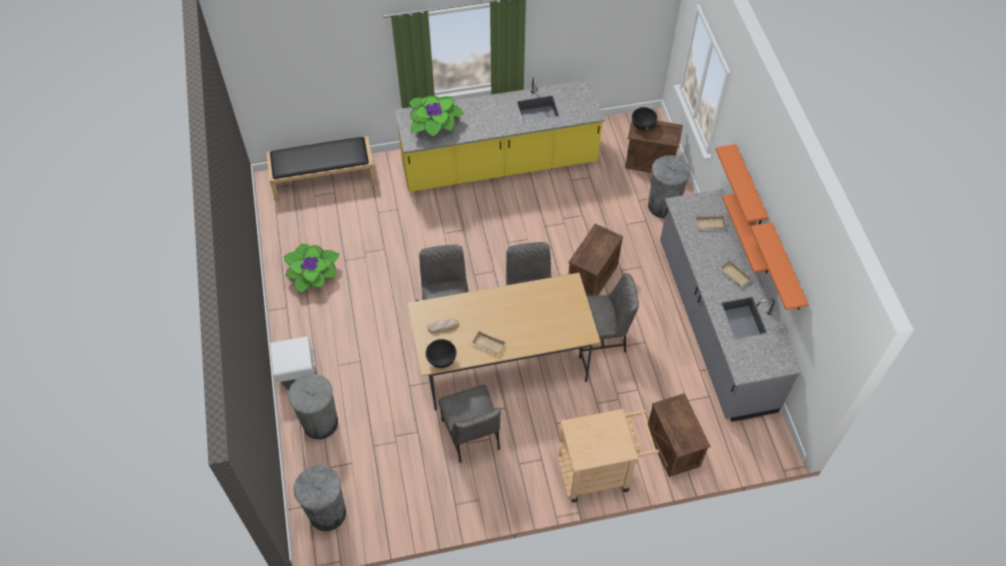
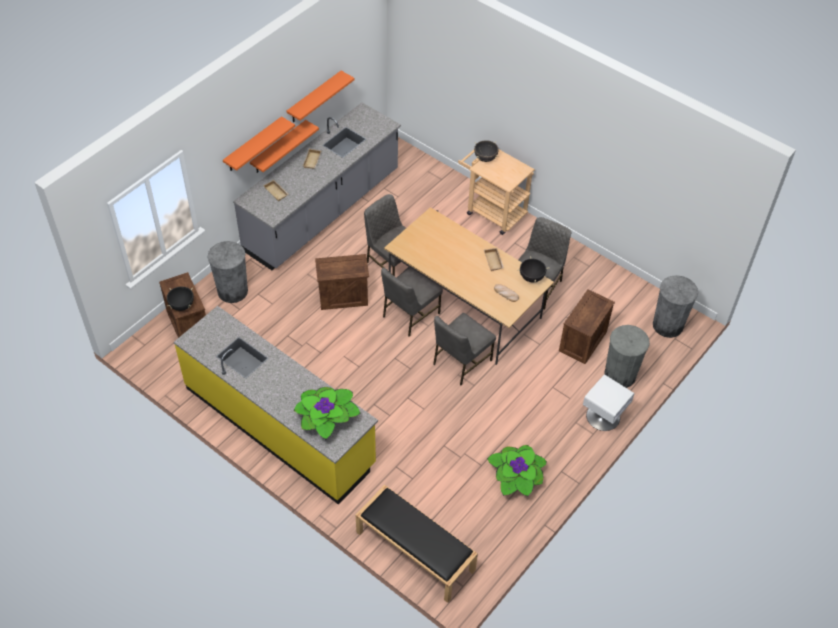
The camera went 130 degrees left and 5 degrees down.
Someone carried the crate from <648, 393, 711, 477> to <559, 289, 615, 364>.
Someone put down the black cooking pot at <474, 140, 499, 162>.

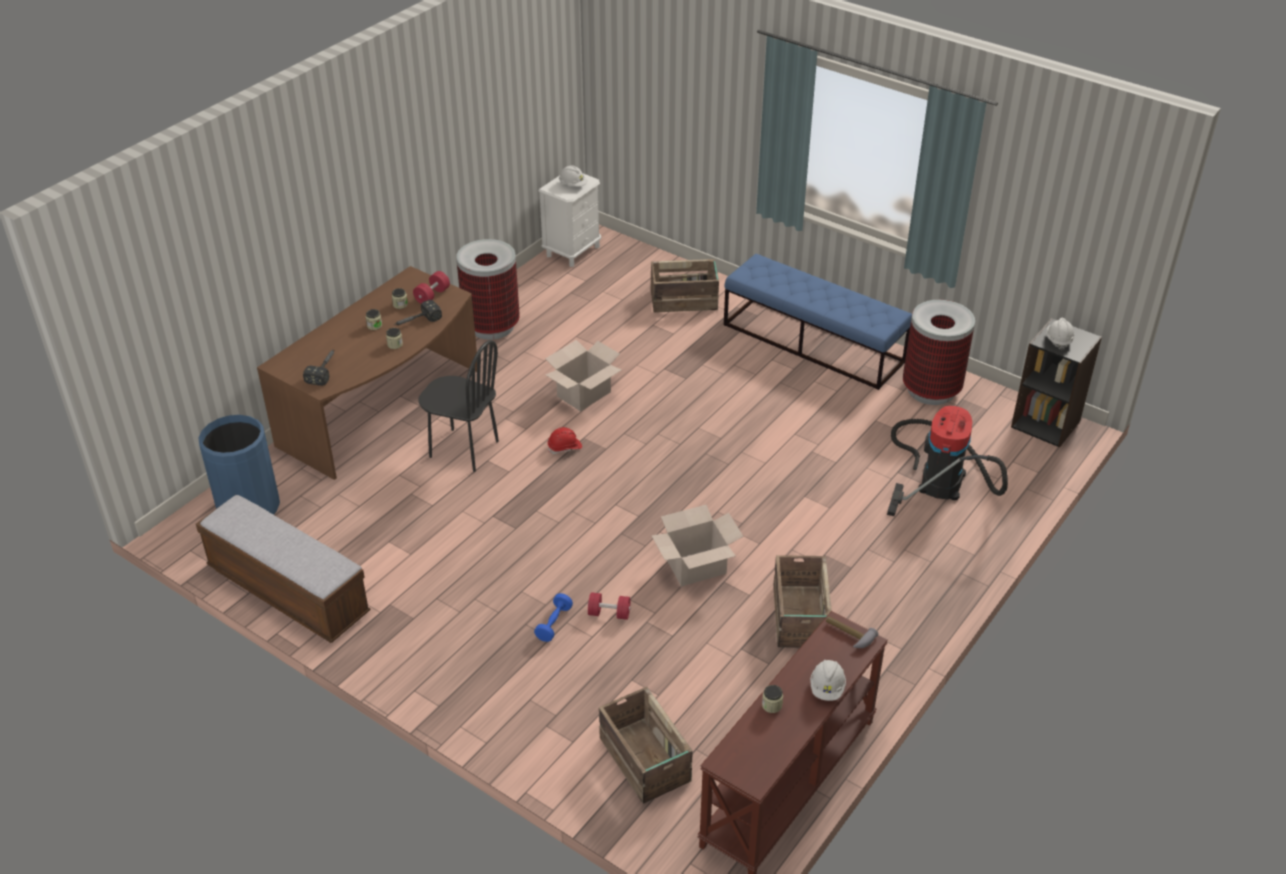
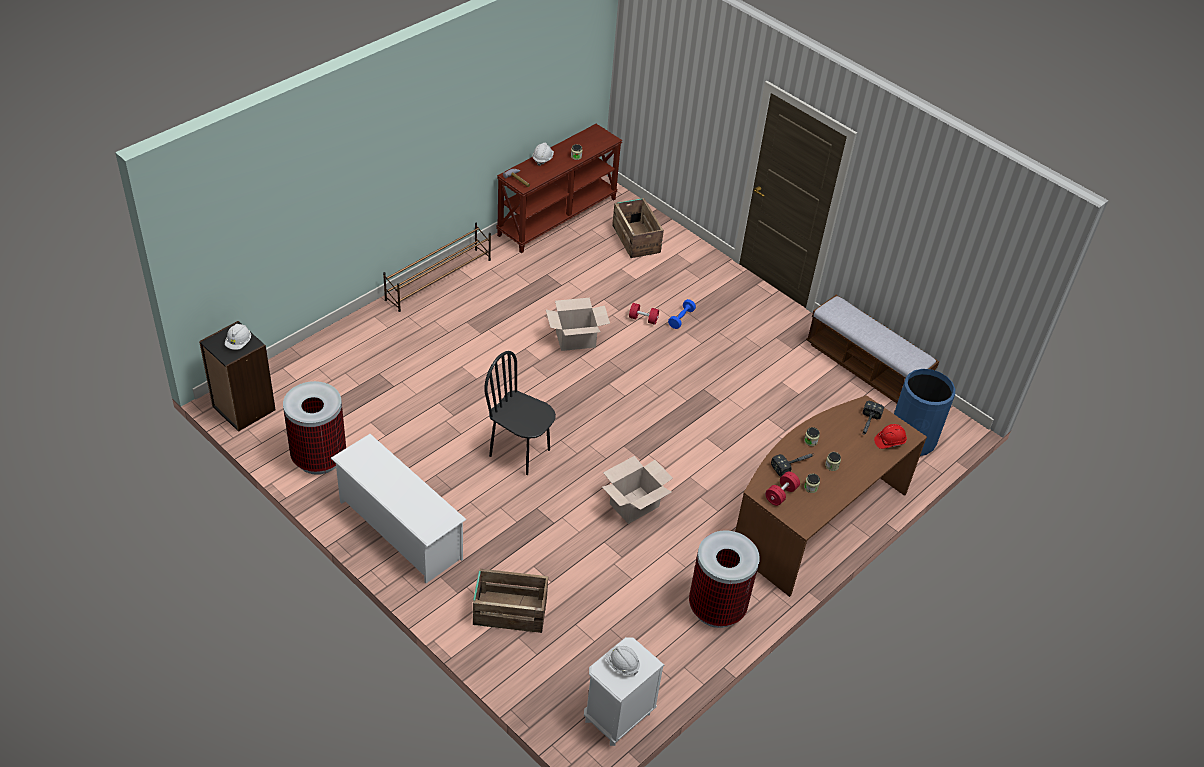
The camera went 175 degrees left and 5 degrees up.
Someone swapped the blue bench at <724, 254, 912, 390> for the white shoe rack at <331, 434, 466, 583>.
Someone carried the black chair from <418, 340, 499, 472> to <484, 351, 556, 475>.
Someone took away the vacuum cleaner at <887, 406, 1008, 516>.
Someone carried the red hard hat from <548, 427, 582, 454> to <874, 424, 907, 449>.
Someone took away the crate at <773, 555, 832, 648>.
Someone put down the brown shoe rack at <383, 223, 491, 312>.

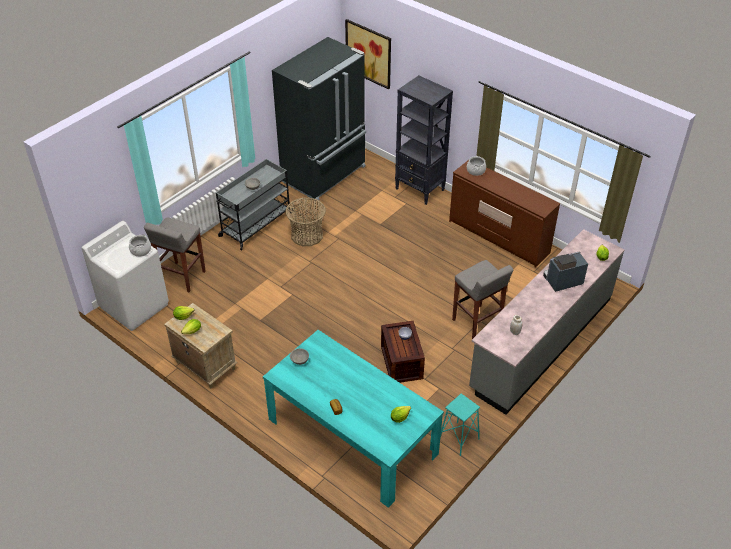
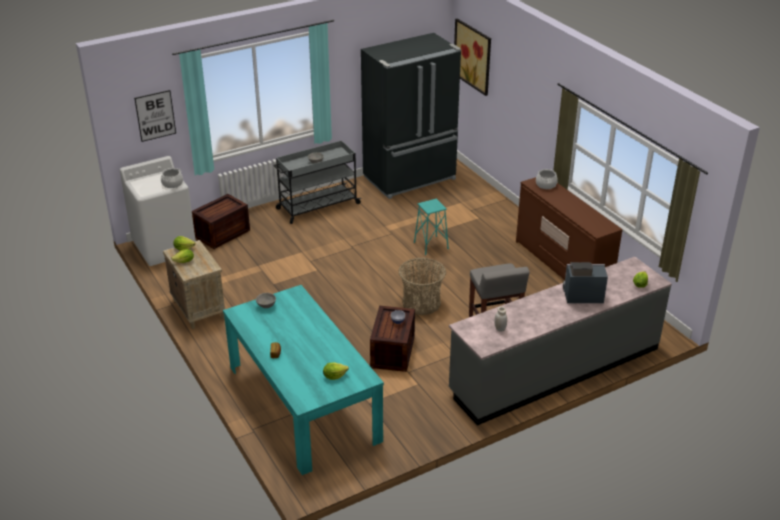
The camera went 20 degrees right and 10 degrees down.
Someone took away the black bookcase at <395, 75, 453, 205>.
Someone carried the basket from <286, 198, 326, 246> to <399, 257, 446, 315>.
Someone swapped the grey stool at <144, 217, 206, 292> for the crate at <192, 194, 250, 249>.
Someone carried the turquoise stool from <440, 393, 480, 456> to <414, 198, 449, 255>.
Someone put up the picture at <134, 90, 176, 142>.

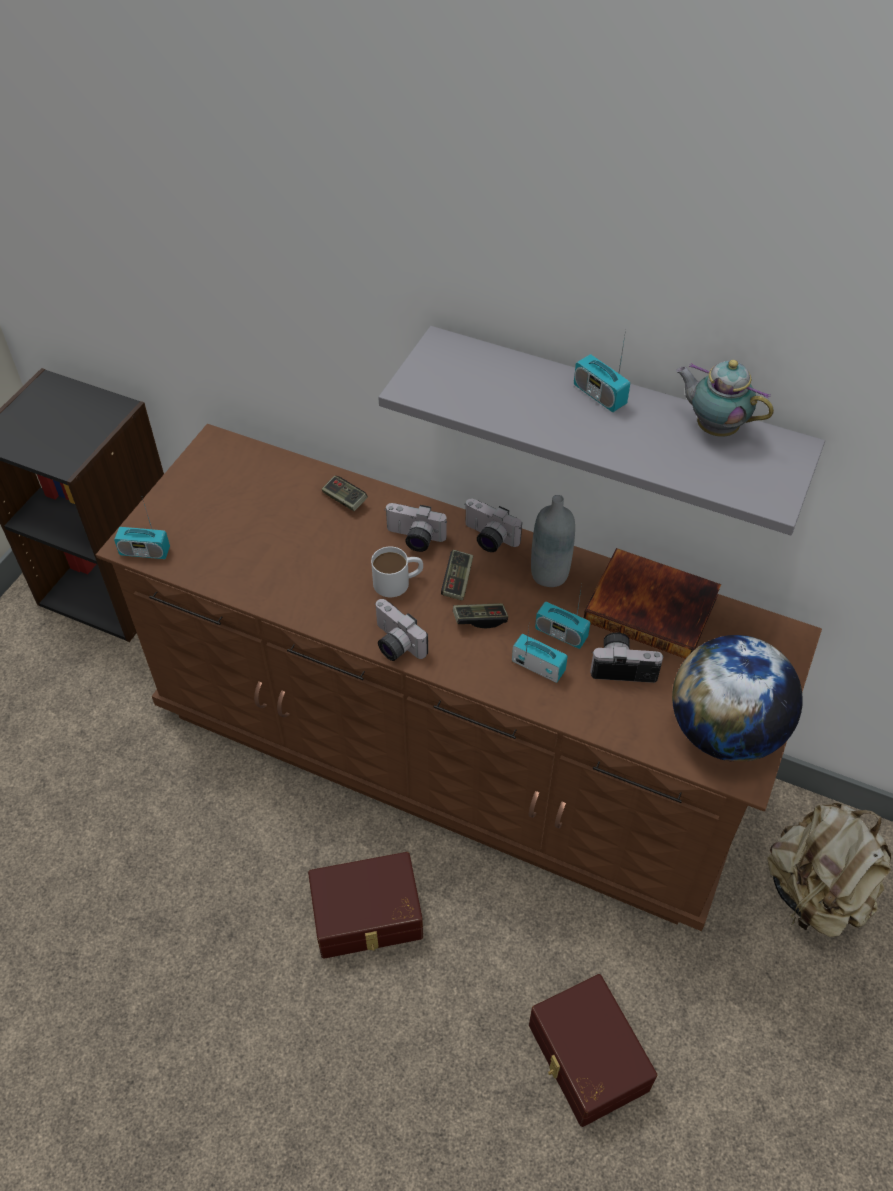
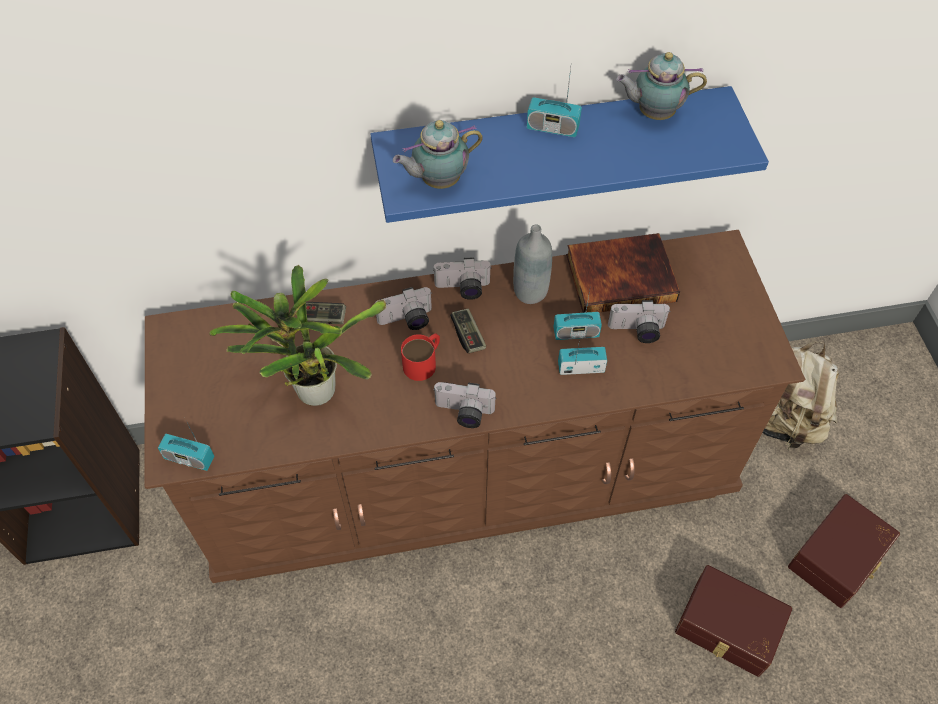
The camera went 35 degrees left and 5 degrees up.
Someone repainted the grey shelf at <378, 326, 825, 535>, which became the blue shelf at <370, 86, 769, 223>.
Someone rotated the radio at <114, 498, 170, 559> by 45 degrees clockwise.
Someone repainted the white mug at <371, 547, 423, 597>, which became the red mug at <401, 334, 440, 381>.
Someone took away the game controller at <453, 603, 508, 629>.
Someone rotated the photo camera at <590, 632, 664, 683> by 150 degrees counterclockwise.
Someone took away the globe at <672, 635, 803, 762>.
Someone carried the brown storage box from <308, 852, 423, 959> to <788, 494, 900, 608>.
Someone put down the teapot at <393, 120, 483, 189>.
Someone put down the potted plant at <209, 264, 386, 406>.

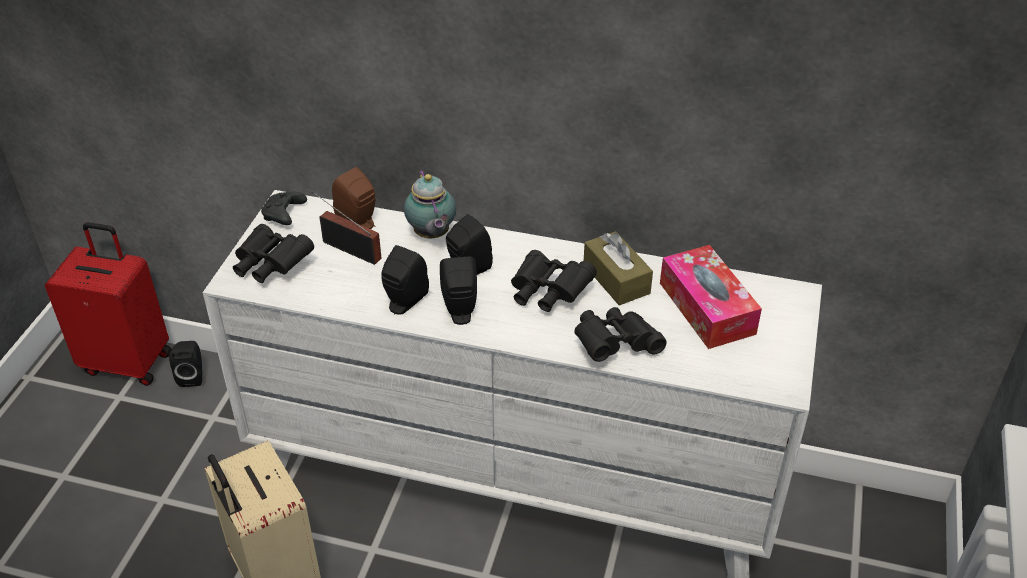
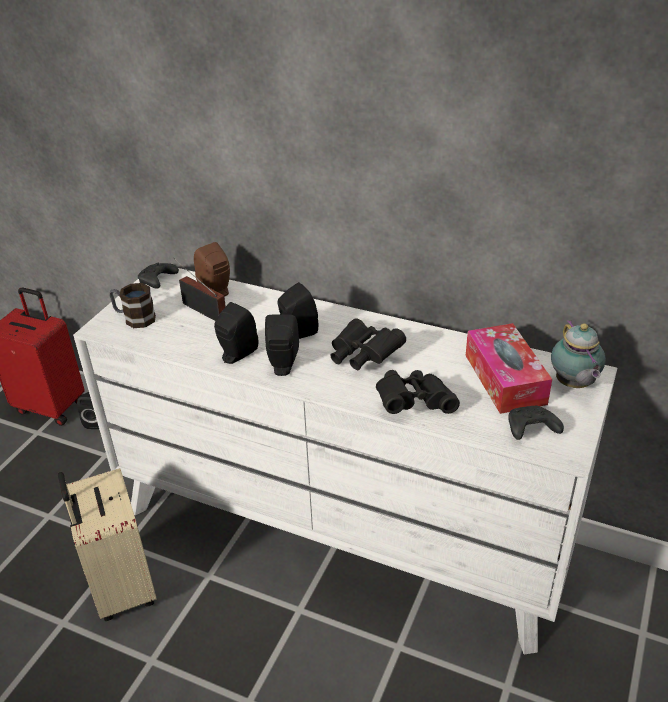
The camera went 10 degrees right and 5 degrees down.
Someone carried the teapot from <404, 170, 456, 238> to <551, 320, 606, 388>.
Someone swapped the black binoculars at <233, 224, 314, 283> for the mug at <109, 283, 156, 328>.
Someone took away the brown tissue box at <584, 231, 653, 305>.
Someone put down the black game controller at <508, 406, 564, 440>.

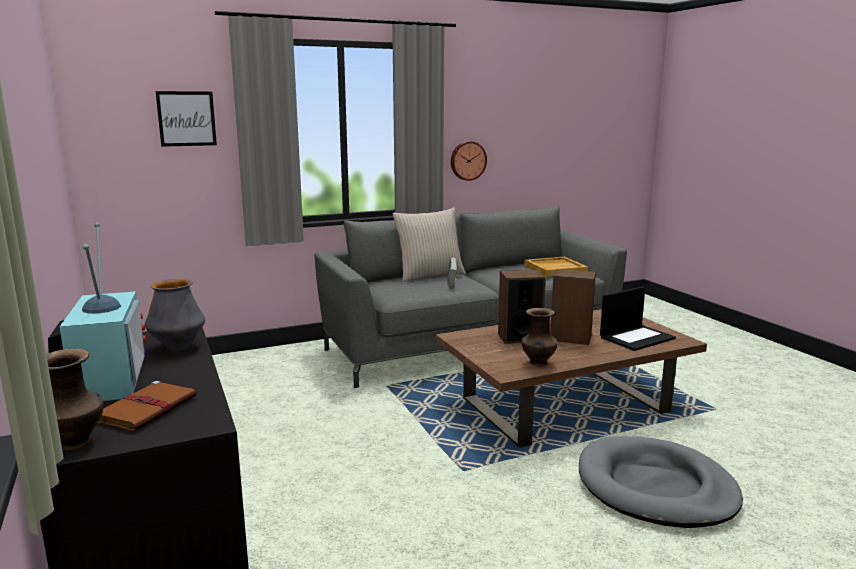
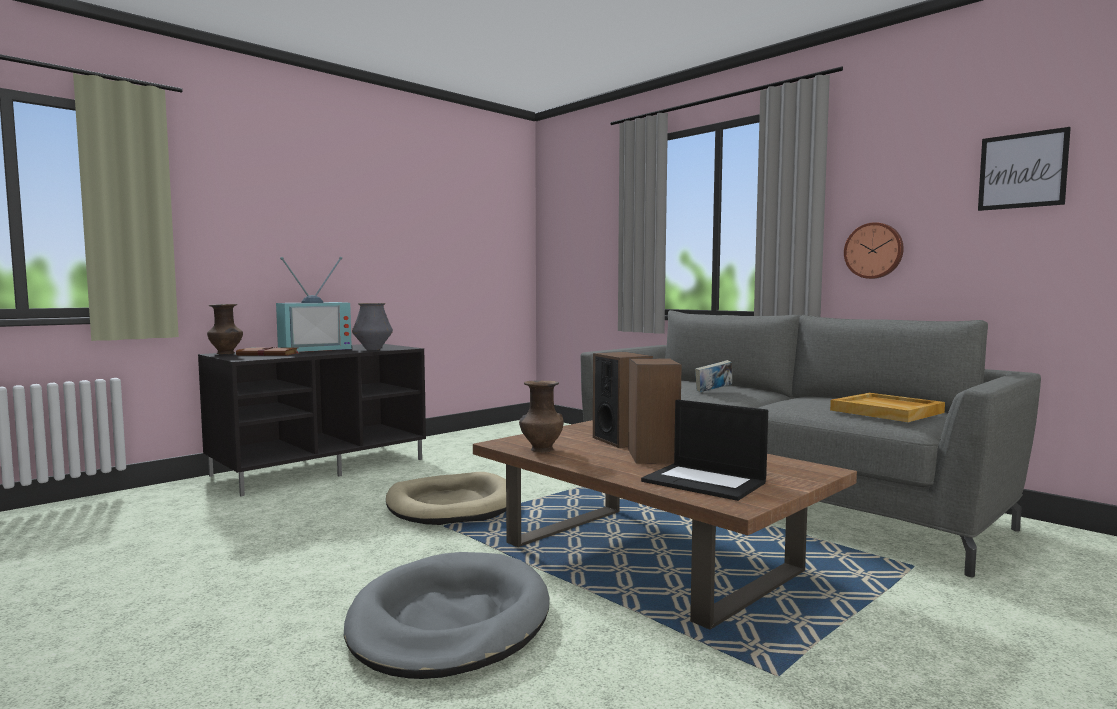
The camera went 70 degrees right and 10 degrees down.
Someone carried the picture from <156, 91, 217, 147> to <978, 127, 1071, 211>.
Someone took away the beige pillow at <392, 208, 466, 282>.
Someone put down the beige dog bed at <386, 472, 506, 525>.

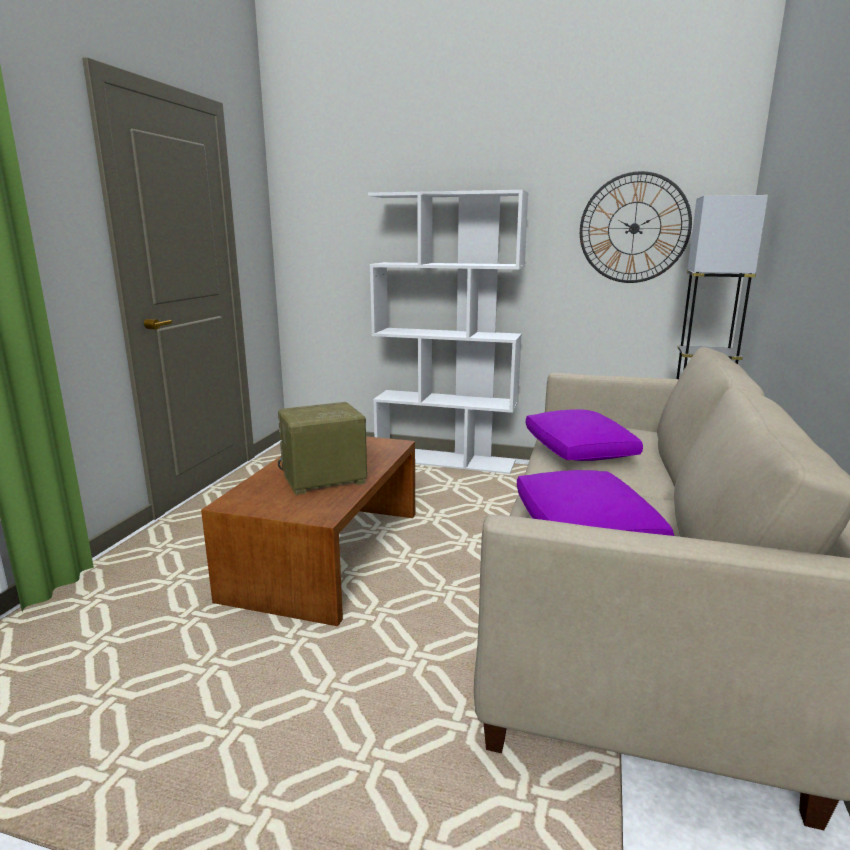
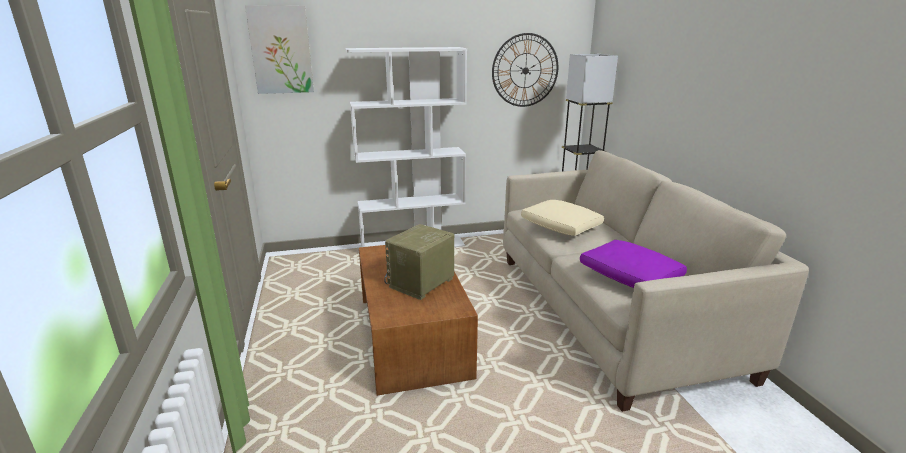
The camera went 30 degrees left and 5 degrees up.
Someone repainted the purple pillow at <526, 409, 643, 461>, which became the beige pillow at <521, 200, 604, 236>.
Someone put up the picture at <245, 5, 314, 94>.

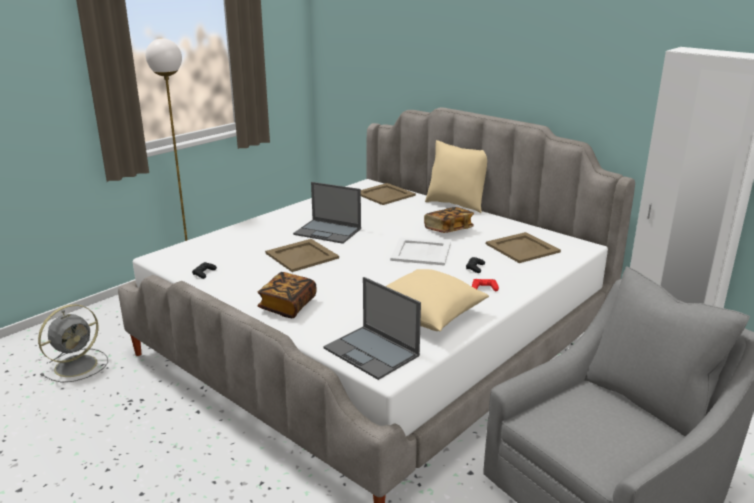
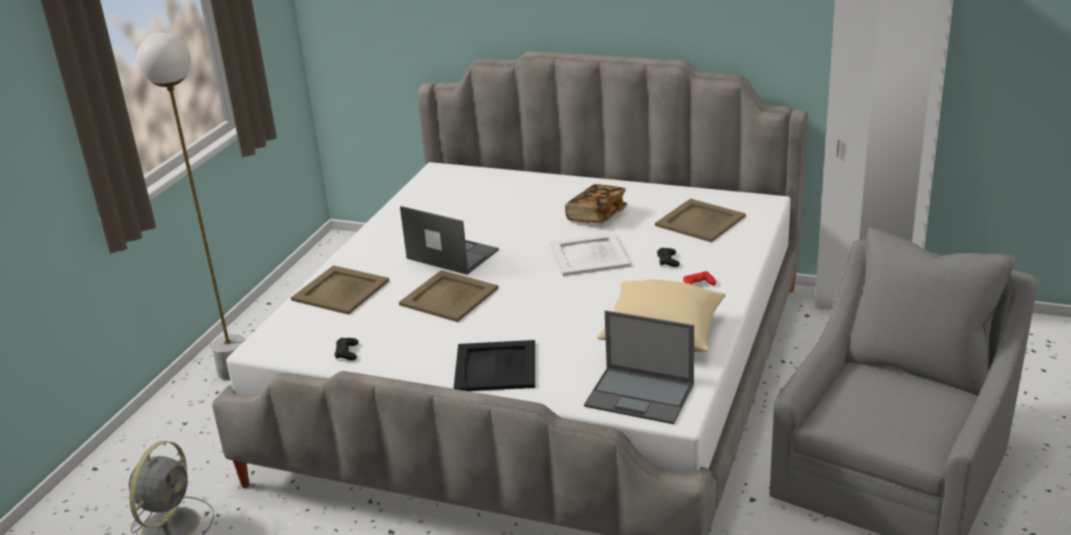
The camera went 20 degrees left and 5 degrees up.
Someone took away the beige pillow at <425, 140, 487, 213>.
Someone rotated the laptop at <293, 182, 361, 244> by 150 degrees counterclockwise.
Someone carried the beige tray from <361, 183, 416, 205> to <291, 265, 389, 315>.
Someone swapped the book at <257, 272, 316, 318> for the black tray at <454, 340, 535, 391>.

